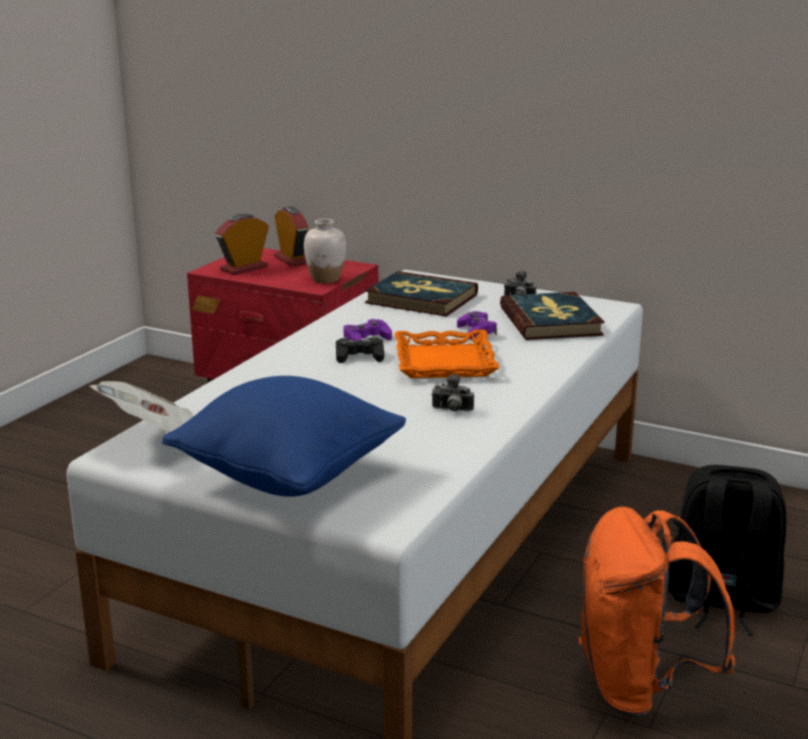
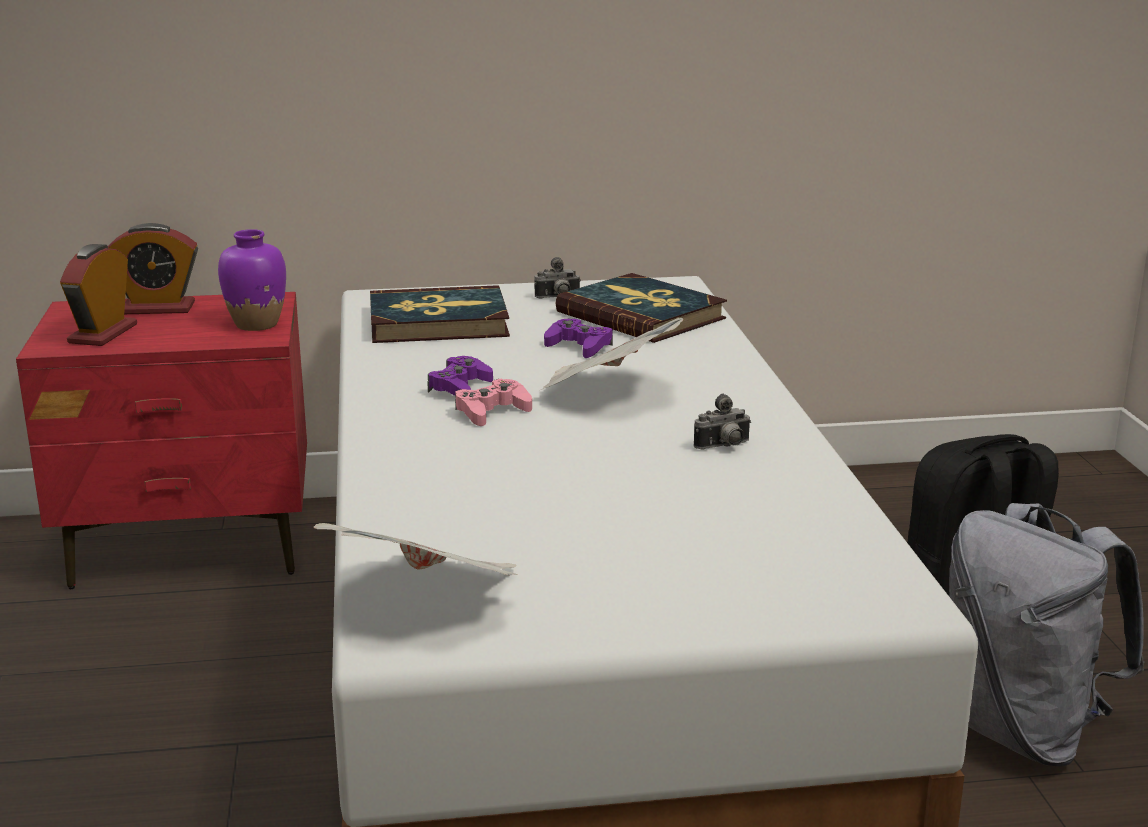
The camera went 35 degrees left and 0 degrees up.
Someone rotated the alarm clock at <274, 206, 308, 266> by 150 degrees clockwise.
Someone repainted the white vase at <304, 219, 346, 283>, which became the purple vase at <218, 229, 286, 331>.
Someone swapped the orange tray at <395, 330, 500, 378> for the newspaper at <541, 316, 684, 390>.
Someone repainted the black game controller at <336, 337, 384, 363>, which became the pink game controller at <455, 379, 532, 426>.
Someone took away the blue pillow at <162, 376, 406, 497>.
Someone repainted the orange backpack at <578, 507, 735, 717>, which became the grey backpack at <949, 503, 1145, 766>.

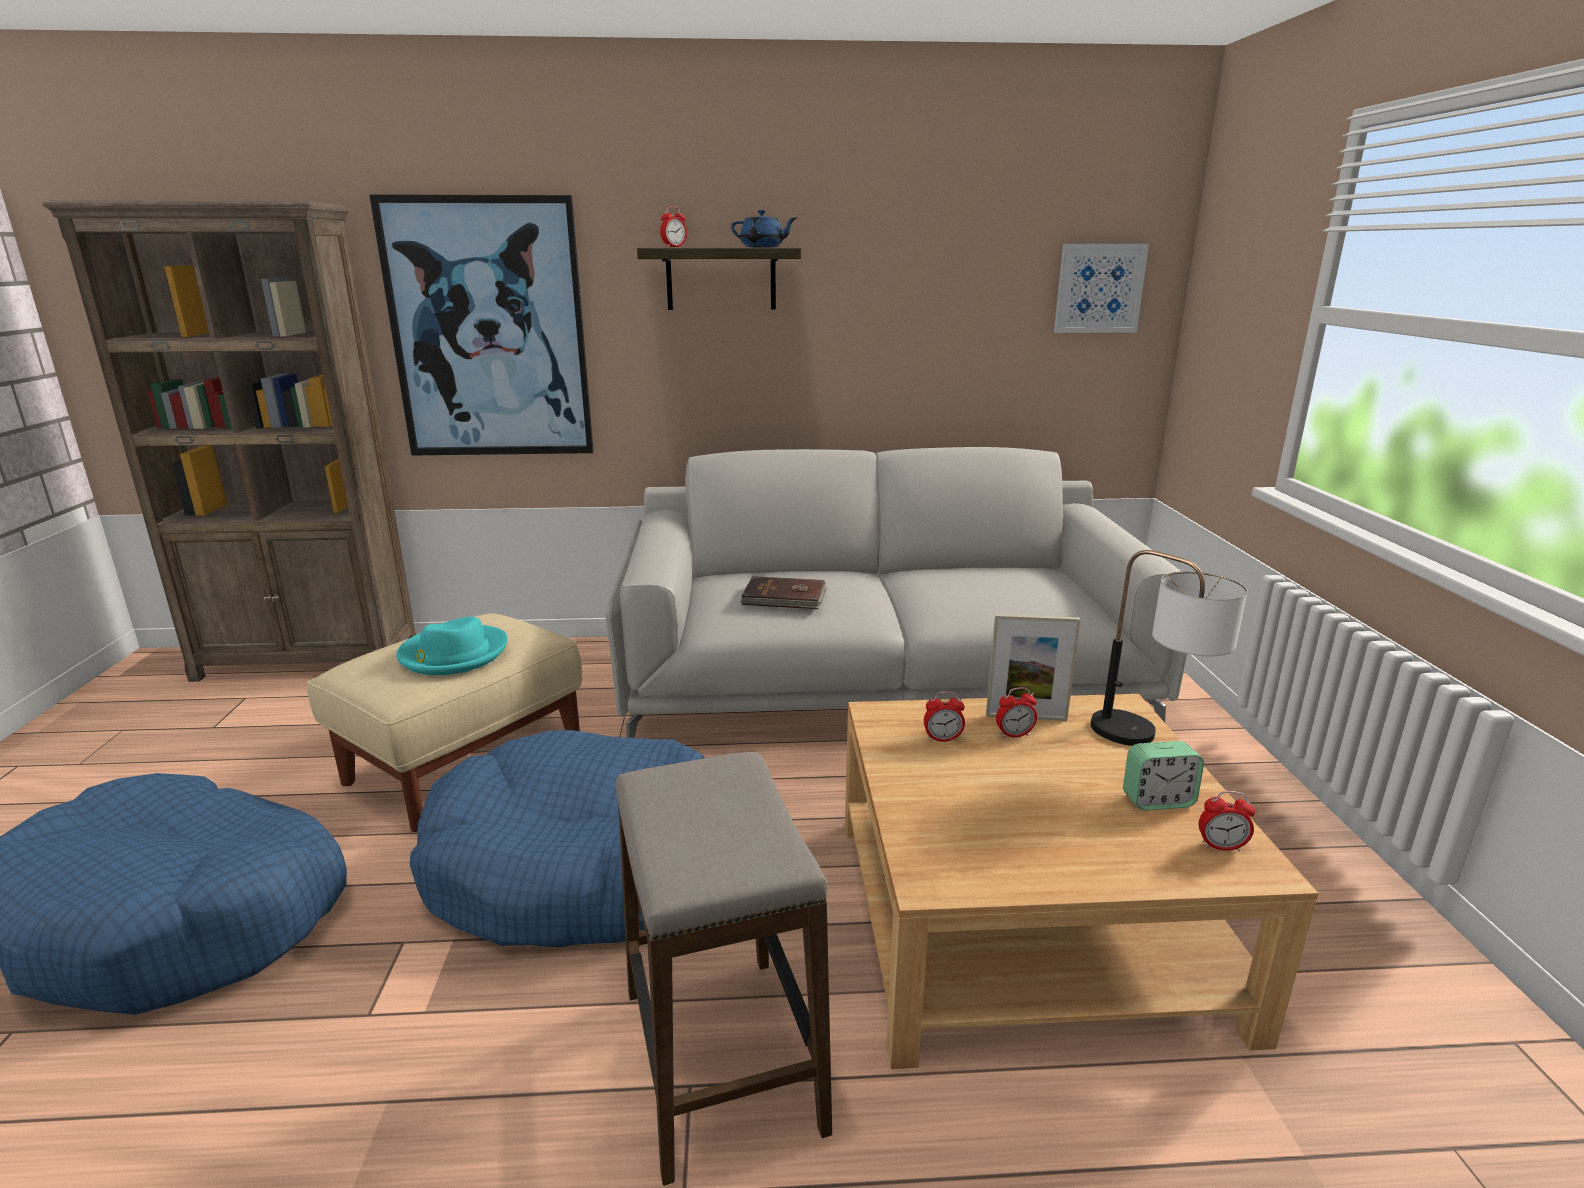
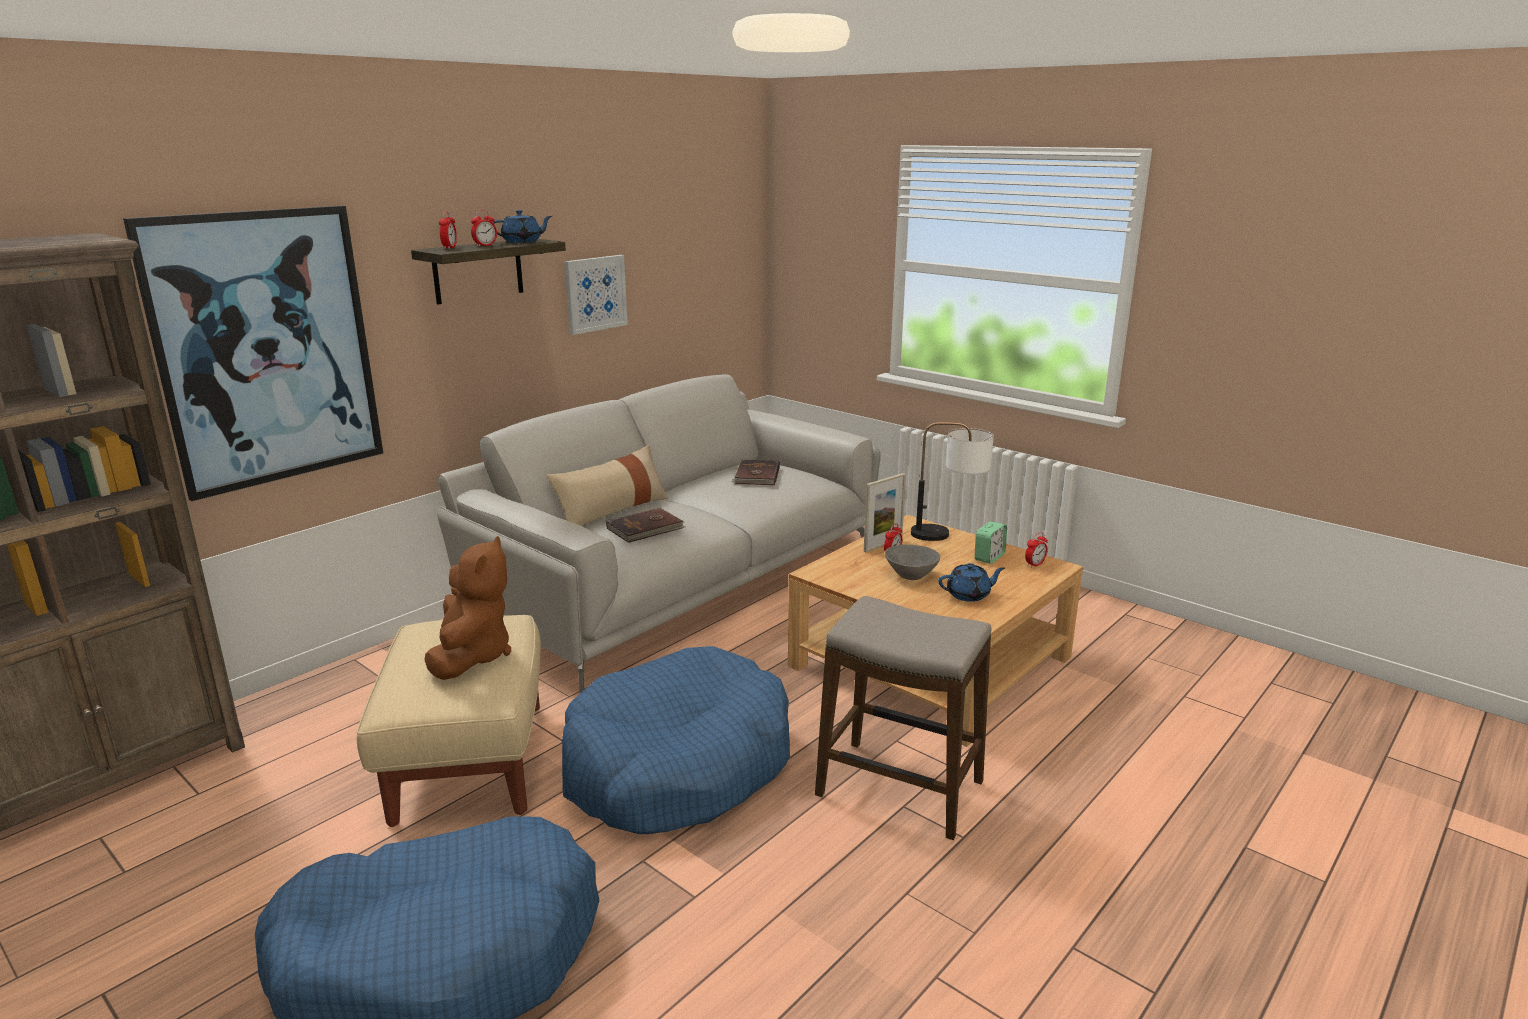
The camera went 45 degrees left and 0 degrees up.
Someone carried the picture from <1054, 244, 1149, 333> to <564, 255, 628, 335>.
Someone swapped the turquoise hat at <396, 617, 508, 675> for the brown plush toy at <424, 536, 511, 680>.
Someone carried the alarm clock from <924, 691, 965, 742> to <471, 210, 497, 247>.
Someone put down the beige pillow at <547, 445, 668, 526>.
Someone put down the brown book at <732, 460, 780, 485>.
Someone put down the grey bowl at <885, 545, 940, 580>.
Someone put down the blue teapot at <938, 563, 1005, 602>.

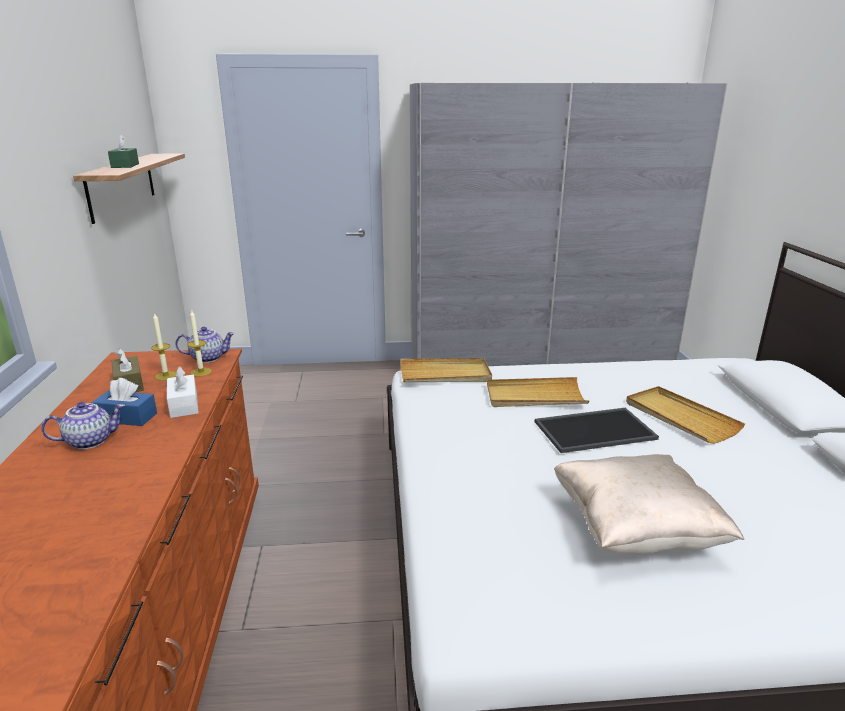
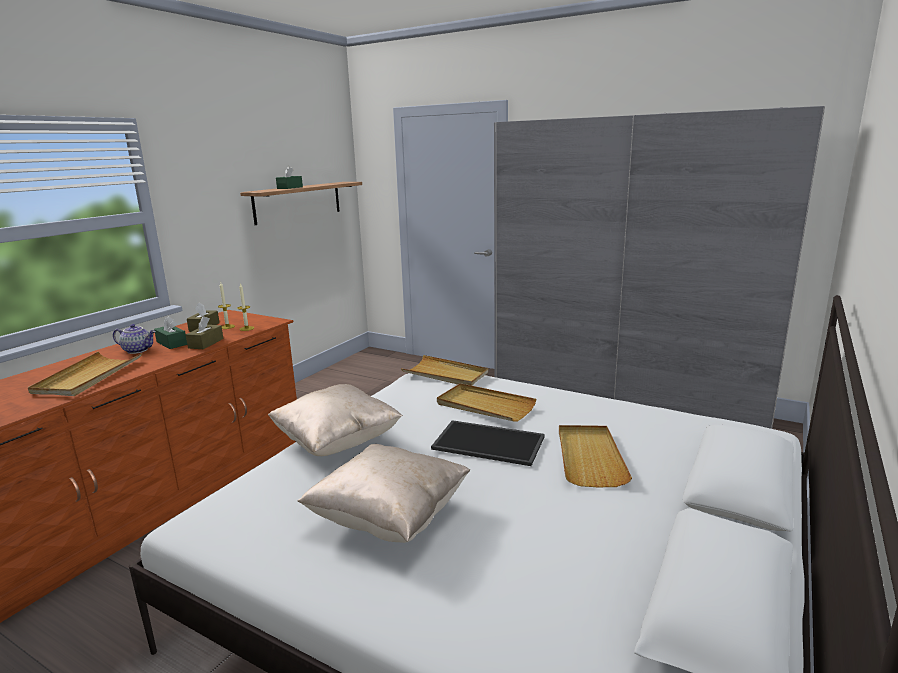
The camera went 35 degrees right and 5 degrees down.
Someone took away the teapot at <175, 327, 235, 363>.
Someone repainted the white tissue box at <167, 367, 199, 418>, which became the brown tissue box at <186, 316, 224, 349>.
Someone repainted the blue tissue box at <91, 378, 157, 426>, which became the green tissue box at <154, 316, 187, 349>.
Someone put down the beige tray at <28, 351, 142, 396>.
Someone put down the beige pillow at <268, 384, 403, 456>.

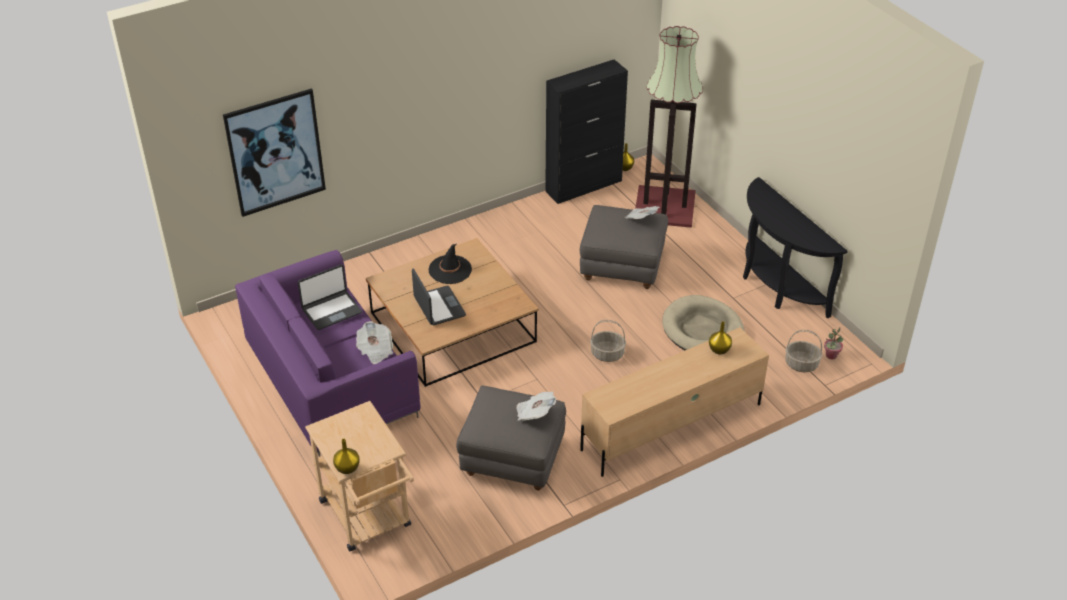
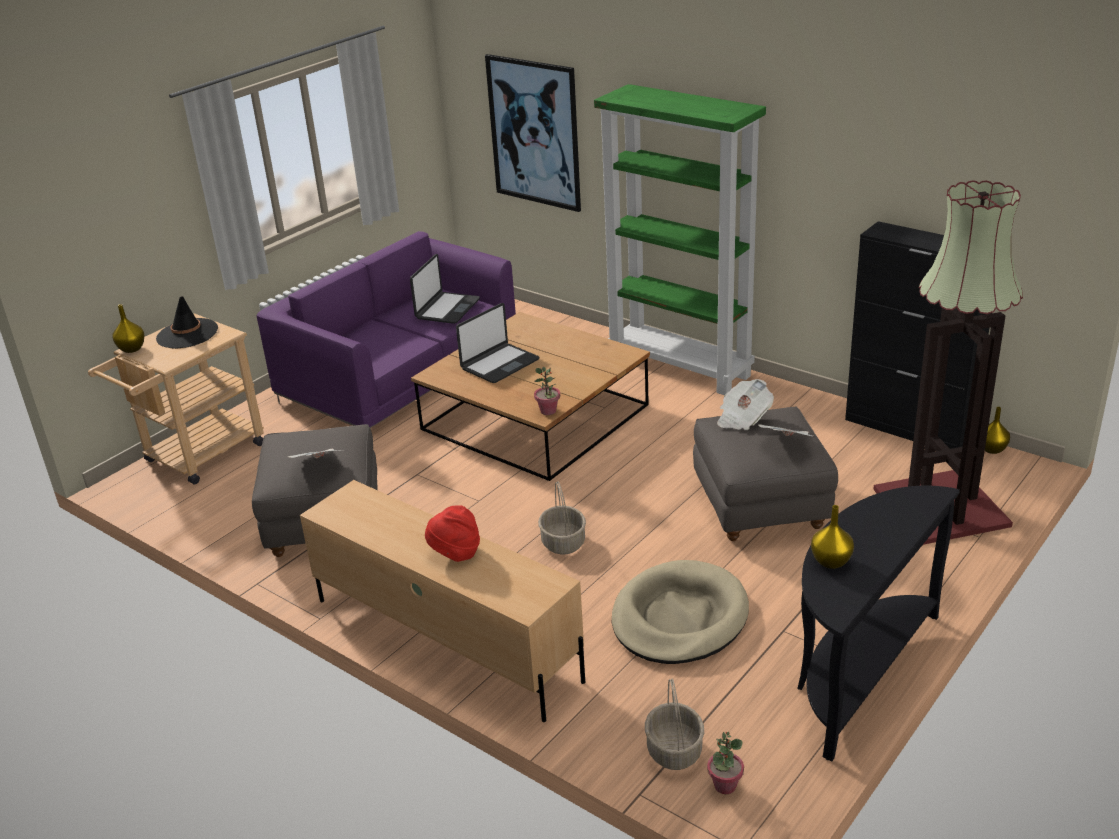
The camera went 70 degrees right and 10 degrees down.
Someone carried the black hat from <428, 244, 472, 284> to <156, 296, 218, 349>.
Someone rotated the laptop at <298, 265, 362, 330> by 105 degrees counterclockwise.
Someone carried the newspaper from <356, 321, 393, 364> to <717, 379, 774, 430>.
Someone carried the yellow vase from <709, 322, 732, 355> to <811, 505, 854, 569>.
Someone put down the green bookcase at <594, 84, 766, 395>.
Someone put down the potted plant at <534, 367, 560, 415>.
Someone put down the red hat at <425, 505, 480, 562>.

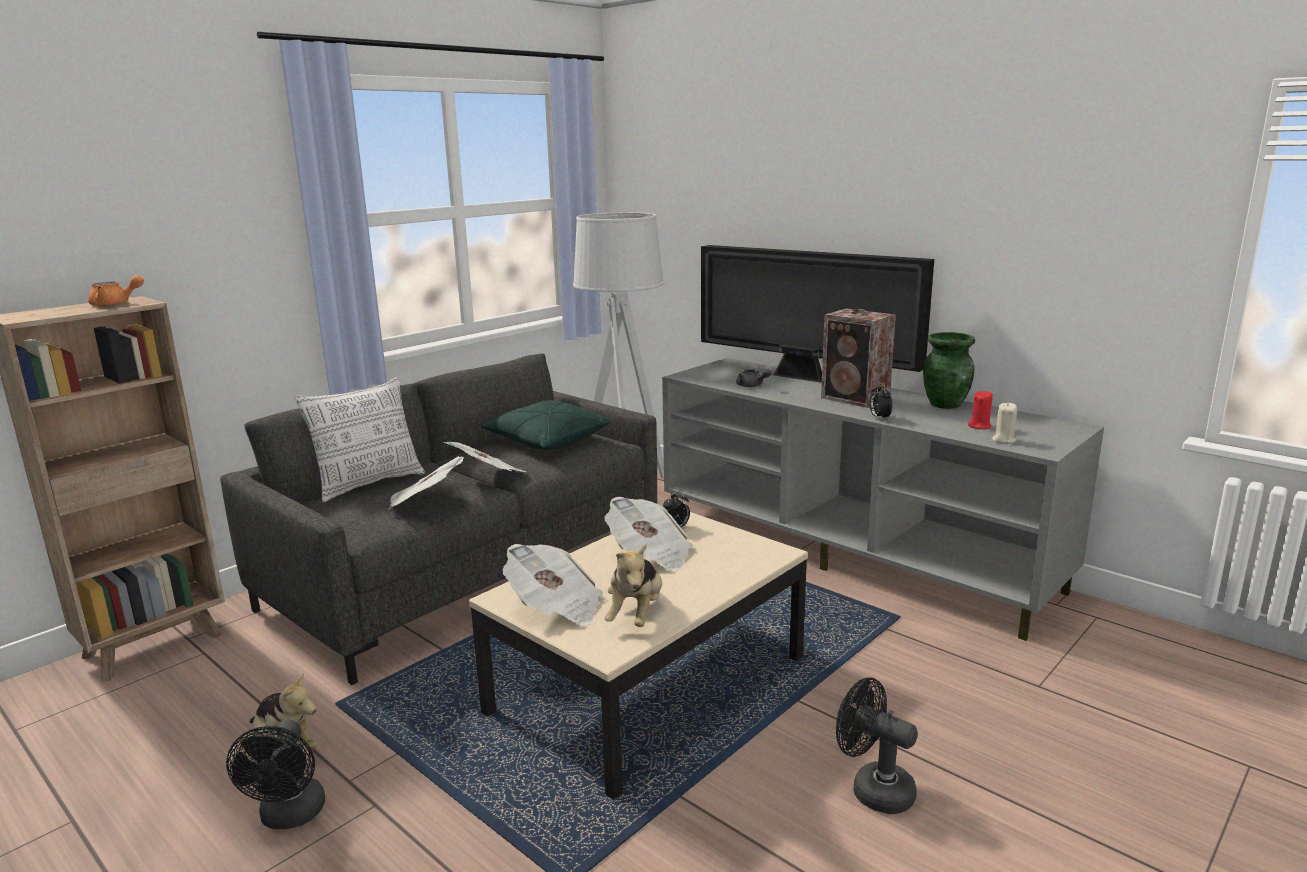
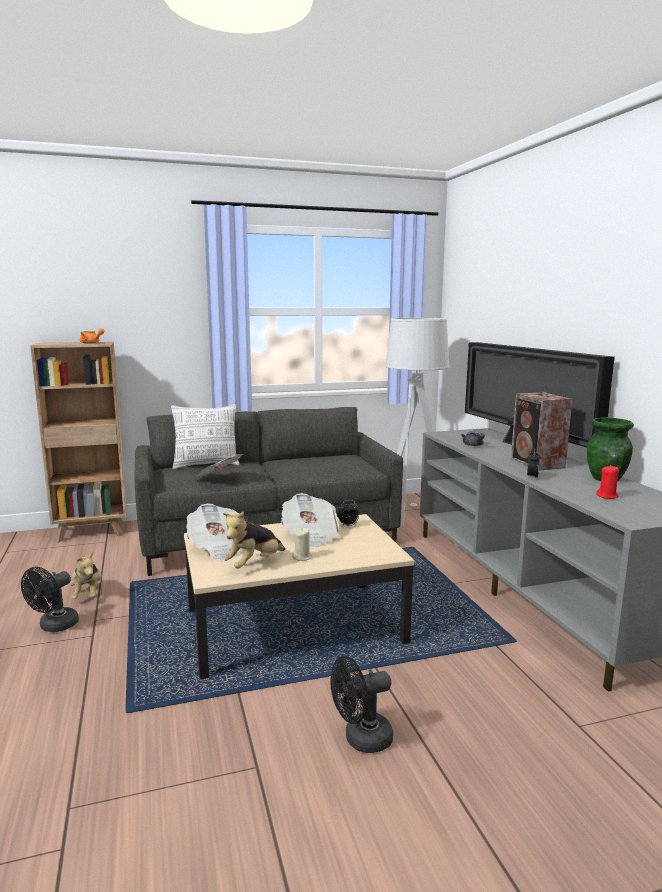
The camera went 30 degrees right and 5 degrees down.
Someone took away the green pillow at <481, 400, 611, 450>.
Someone carried the beige candle from <992, 403, 1017, 443> to <292, 528, 312, 561>.
Someone took away the newspaper at <443, 442, 527, 472>.
Someone rotated the black fan at <836, 677, 918, 814> by 90 degrees counterclockwise.

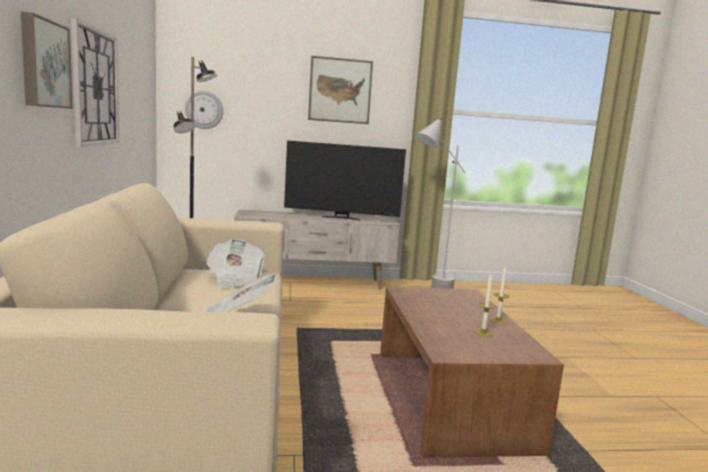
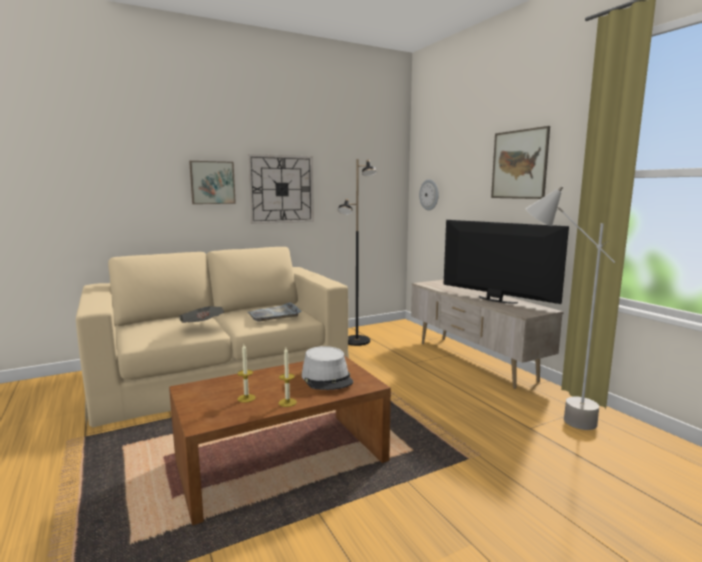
The camera went 70 degrees right and 0 degrees up.
Someone rotated the television at <284, 141, 406, 220> by 150 degrees clockwise.
Someone swapped the newspaper at <206, 239, 266, 288> for the grey tray at <247, 302, 302, 322>.
Someone put down the grey hat at <302, 346, 353, 390>.

